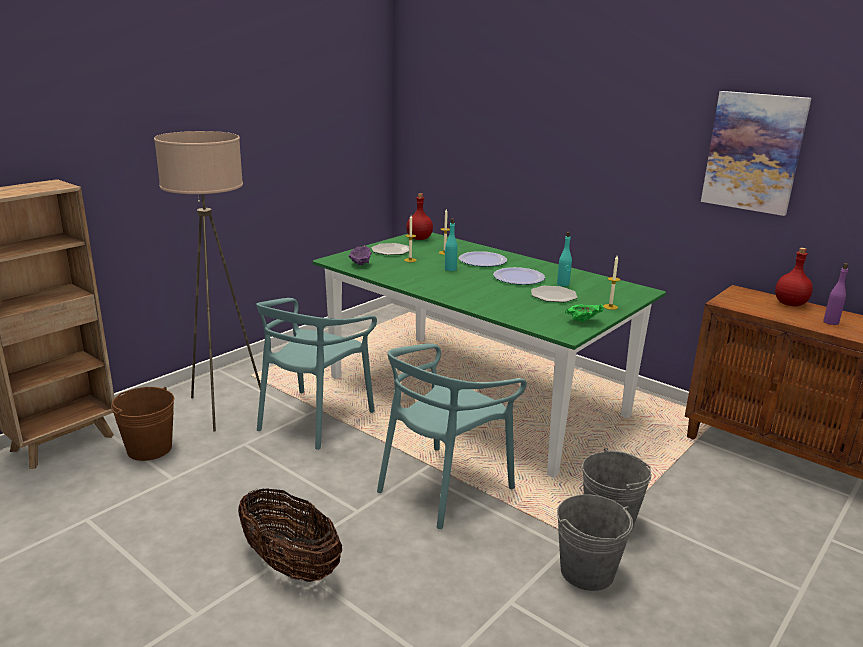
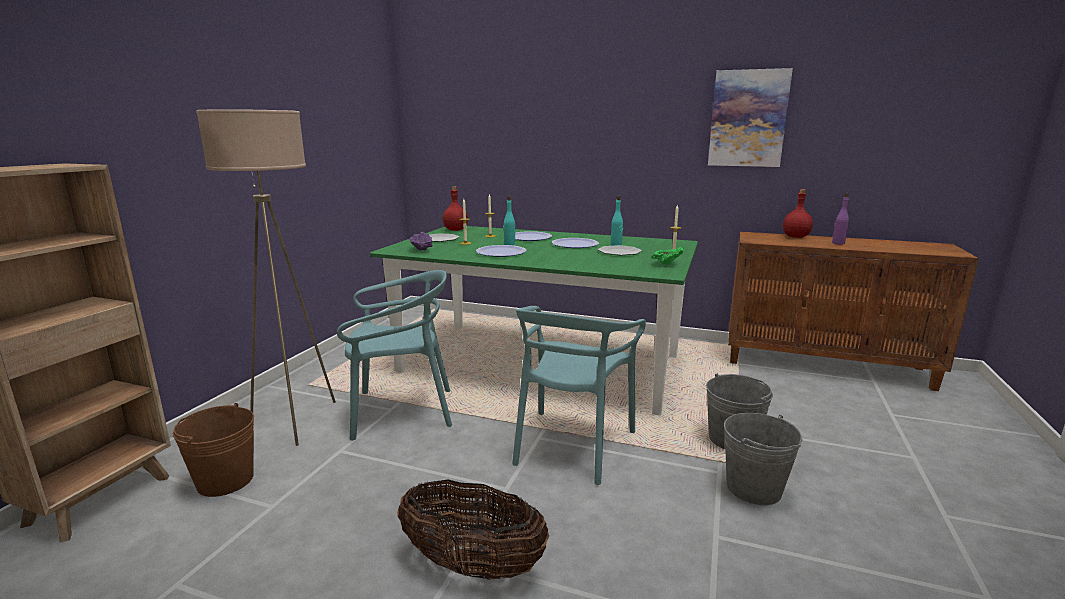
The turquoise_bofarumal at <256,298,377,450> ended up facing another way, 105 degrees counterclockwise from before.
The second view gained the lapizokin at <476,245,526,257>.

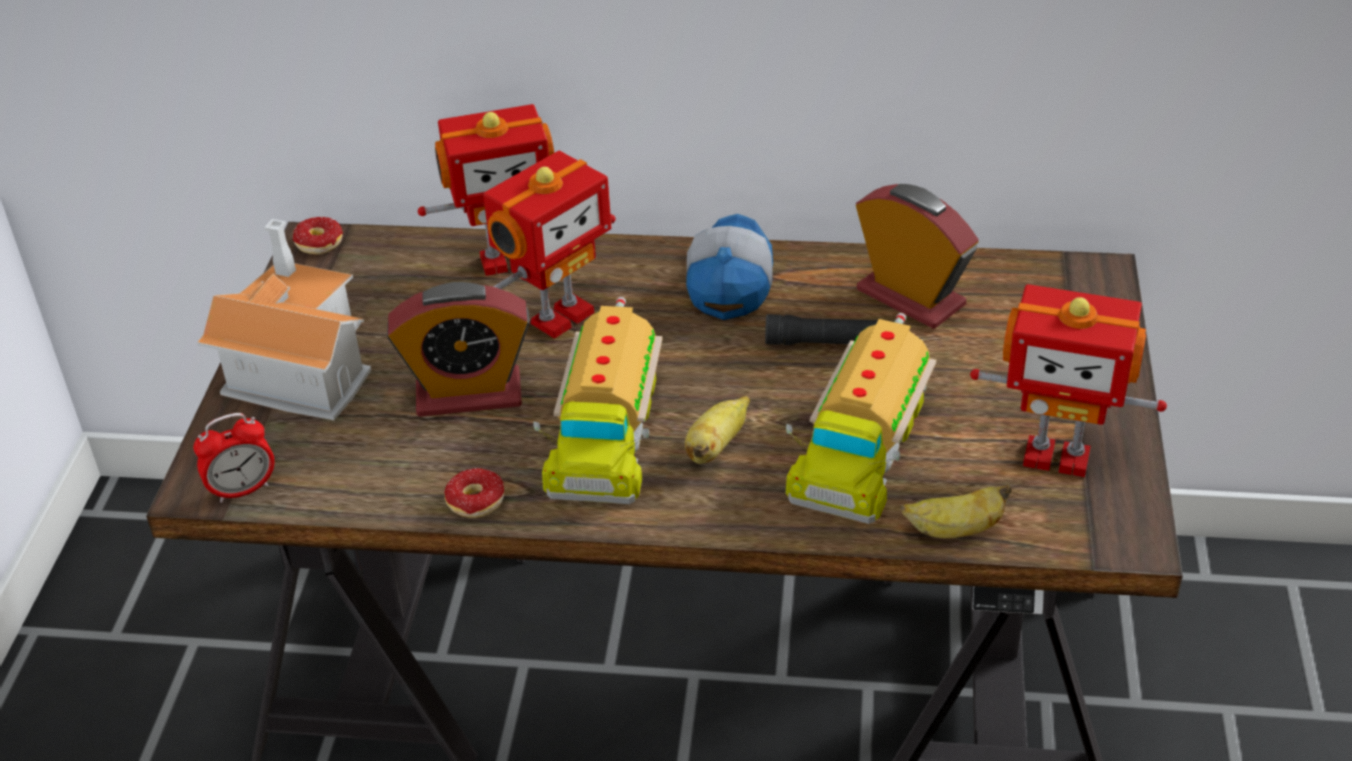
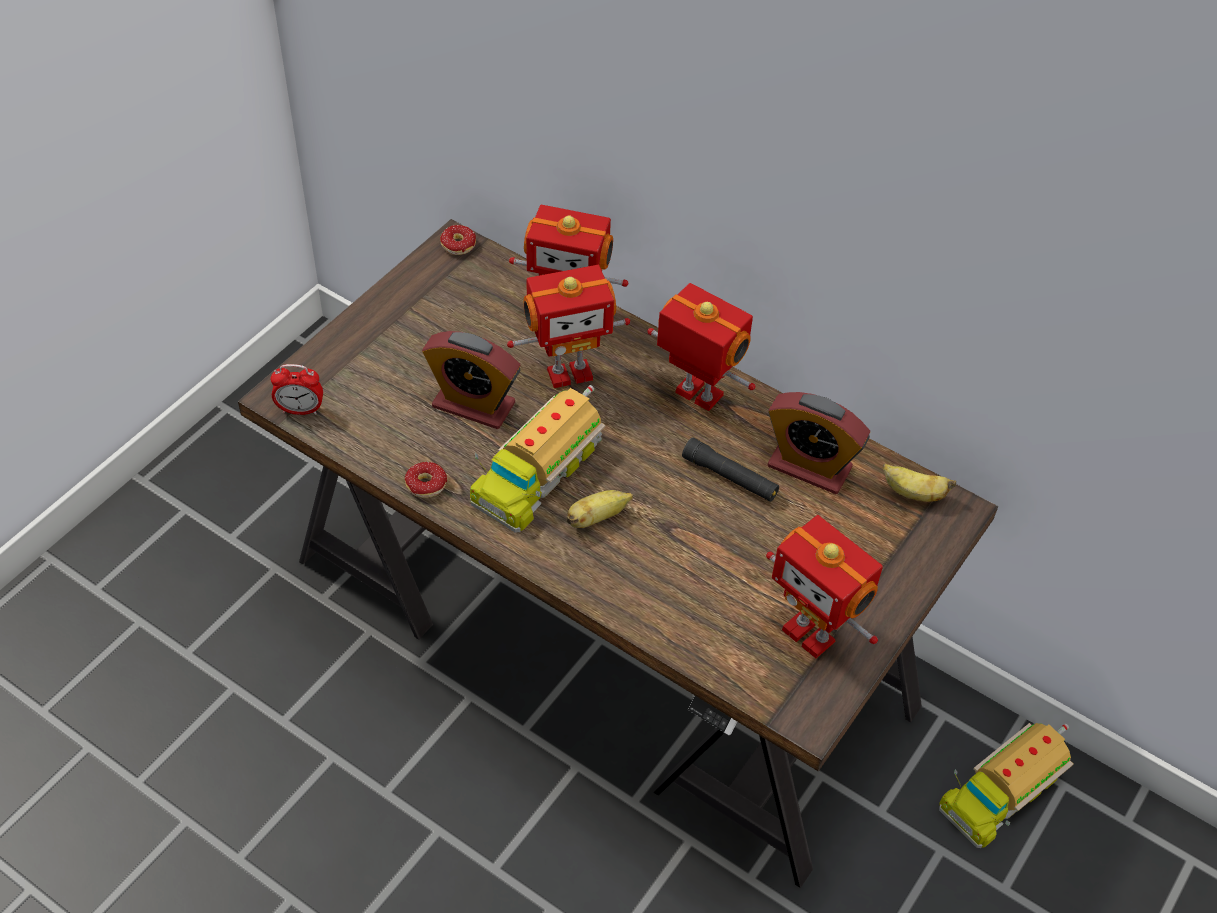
The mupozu at <856,184,979,329> ended up facing another way, 135 degrees clockwise from before.
Where the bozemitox stood at <686,214,773,320>, the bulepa came to stand at <647,283,756,411>.
The second view lost the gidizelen at <197,219,372,420>.
The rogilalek ended up elsewhere, having gone from <786,313,937,524> to <939,723,1073,848>.
The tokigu ended up elsewhere, having gone from <901,484,1011,538> to <883,464,956,502>.

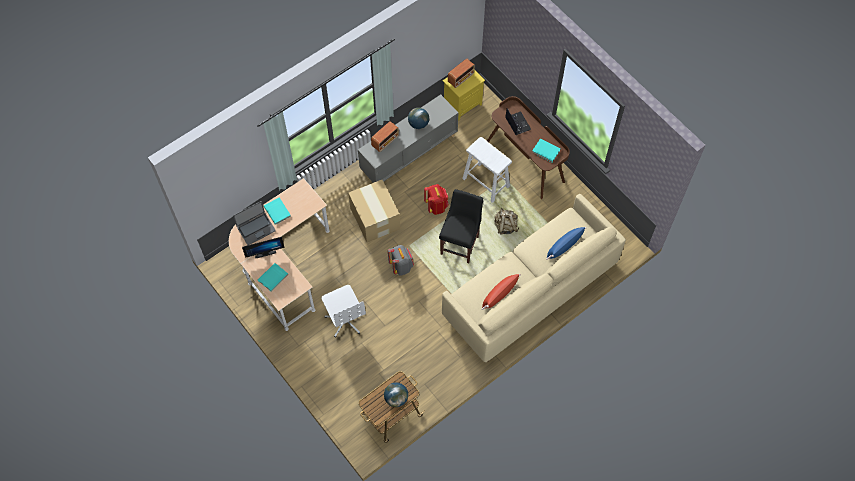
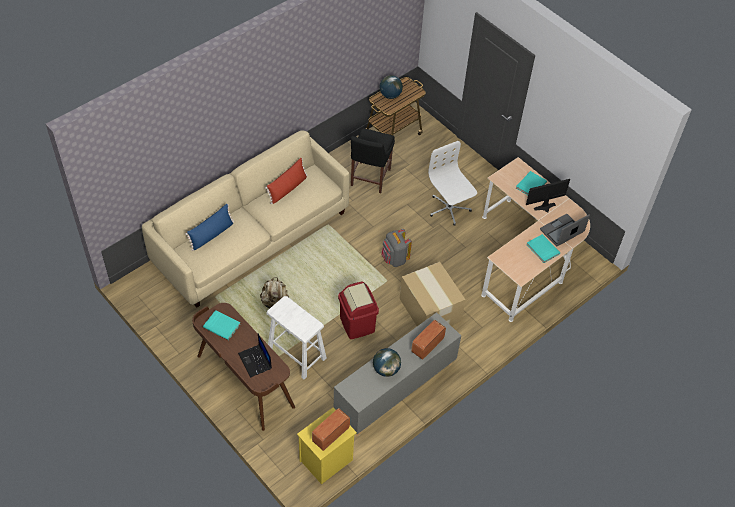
Where the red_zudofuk stood at <424,184,449,215>, the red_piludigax came to stand at <338,281,379,339>.
The black_bofarumal ended up elsewhere, having gone from <439,189,483,263> to <351,128,395,193>.

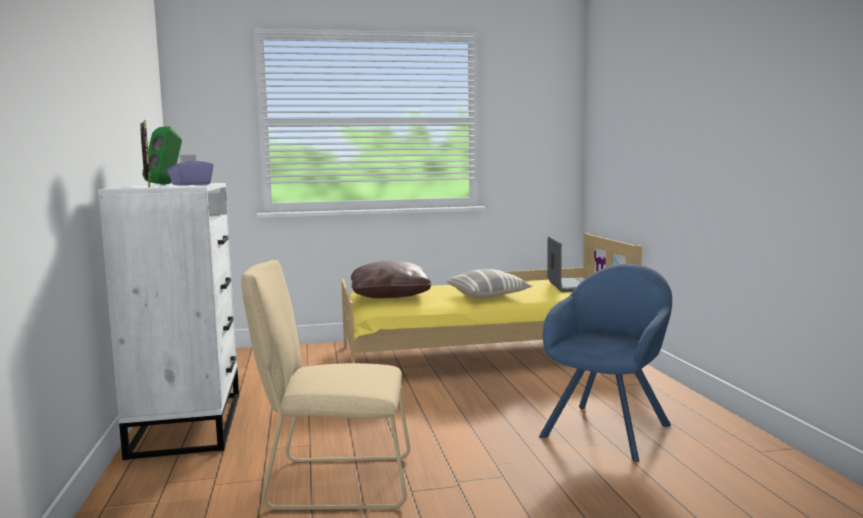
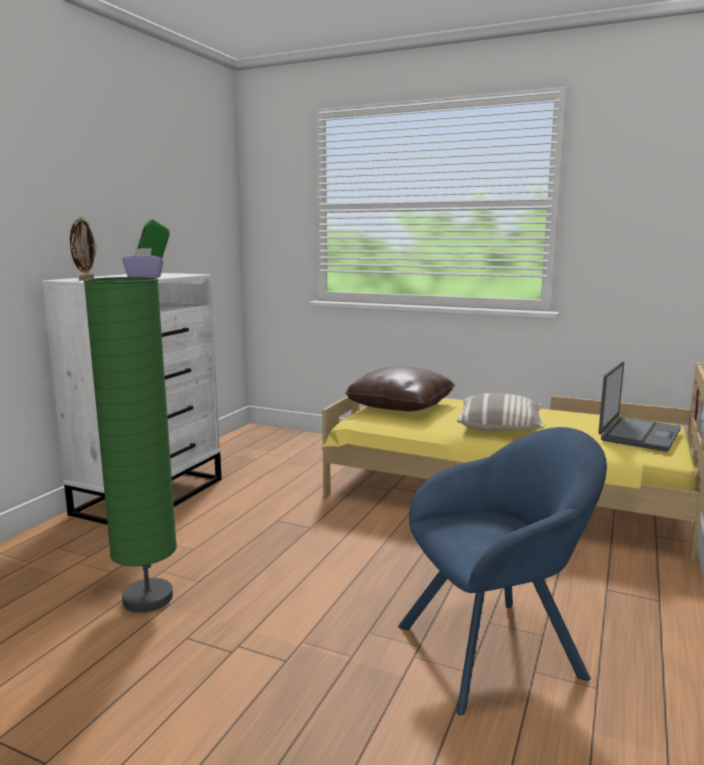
Where the beige_bofarumal stood at <241,260,410,510>, the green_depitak came to stand at <84,277,177,613>.

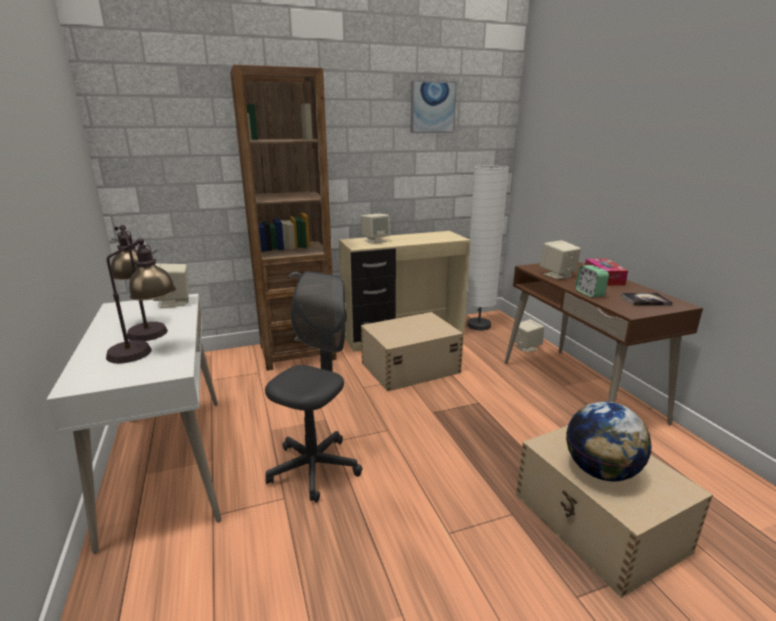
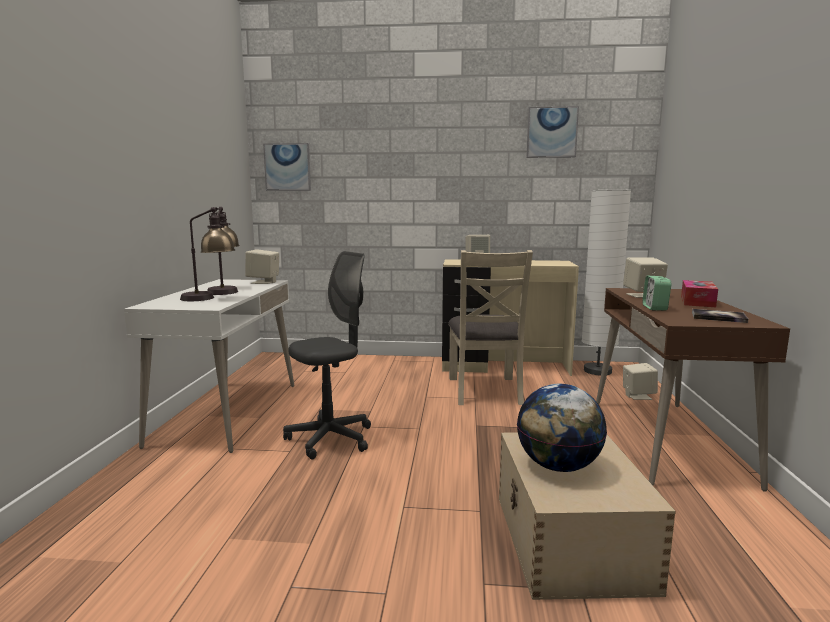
The second view lost the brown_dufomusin at <230,65,336,371>.
Where the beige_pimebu stood at <361,312,464,392>, the beige_bofarumal came to stand at <448,250,533,405>.
The second view gained the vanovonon at <263,143,311,191>.

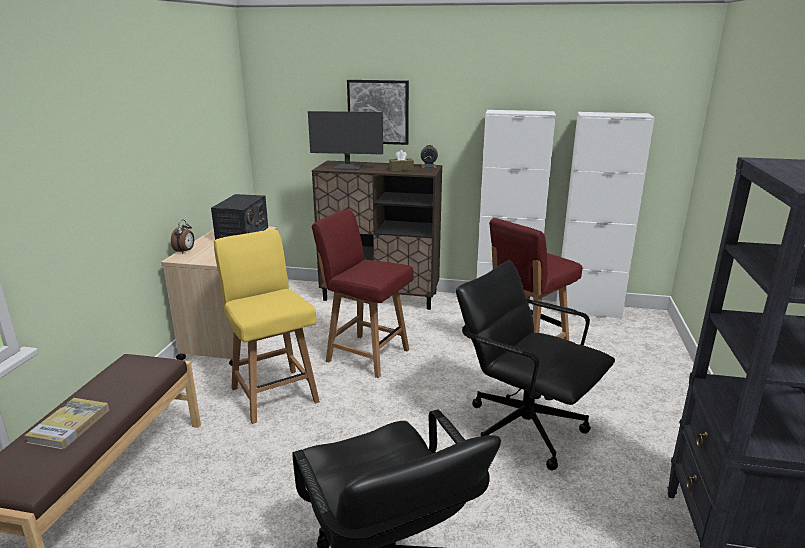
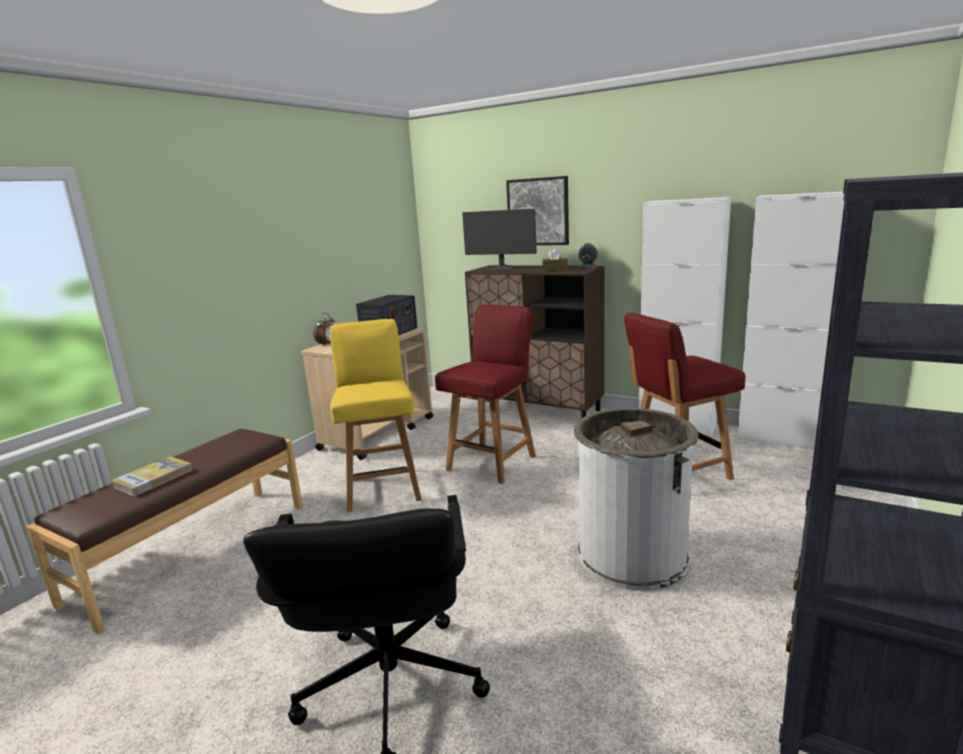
The red_bofarumal at <312,209,414,378> ended up facing another way, 75 degrees clockwise from before.
Where the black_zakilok stood at <456,260,615,470>, the white_piludigax came to stand at <574,408,698,591>.

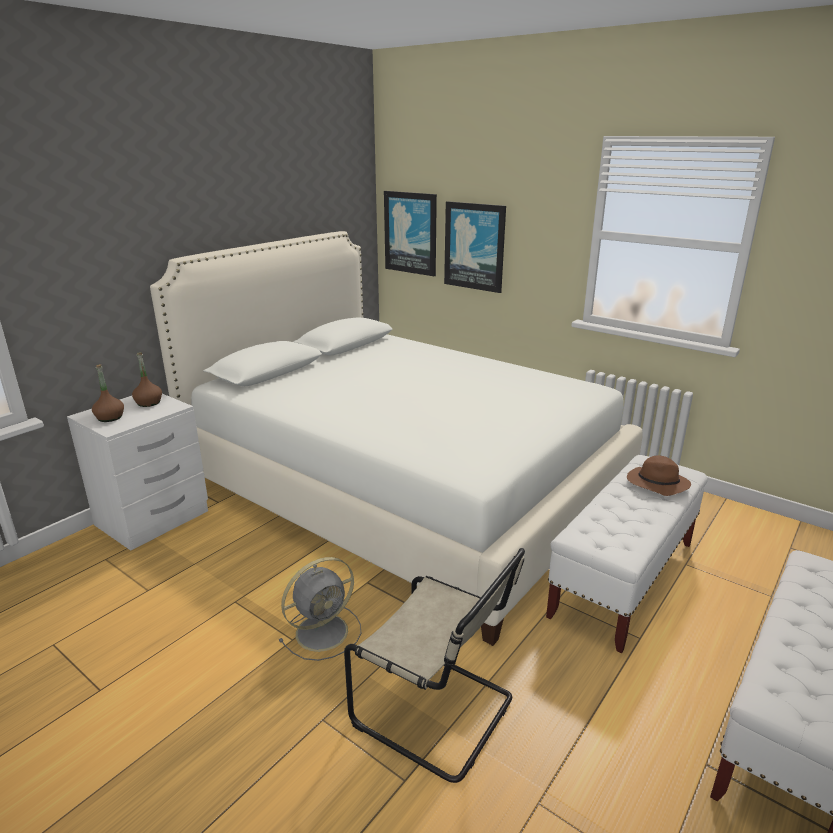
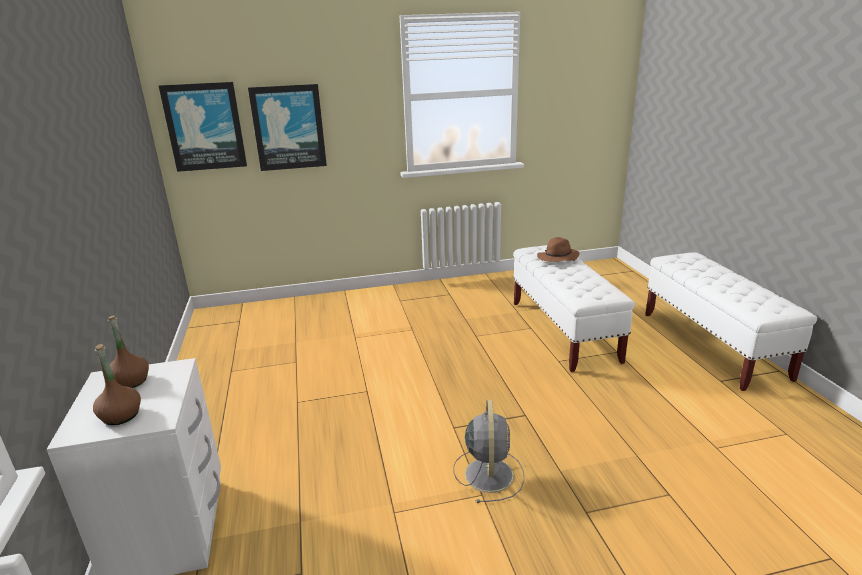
The second view lost the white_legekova at <150,231,643,646>.
The second view lost the beige_bofarumal at <344,548,525,783>.

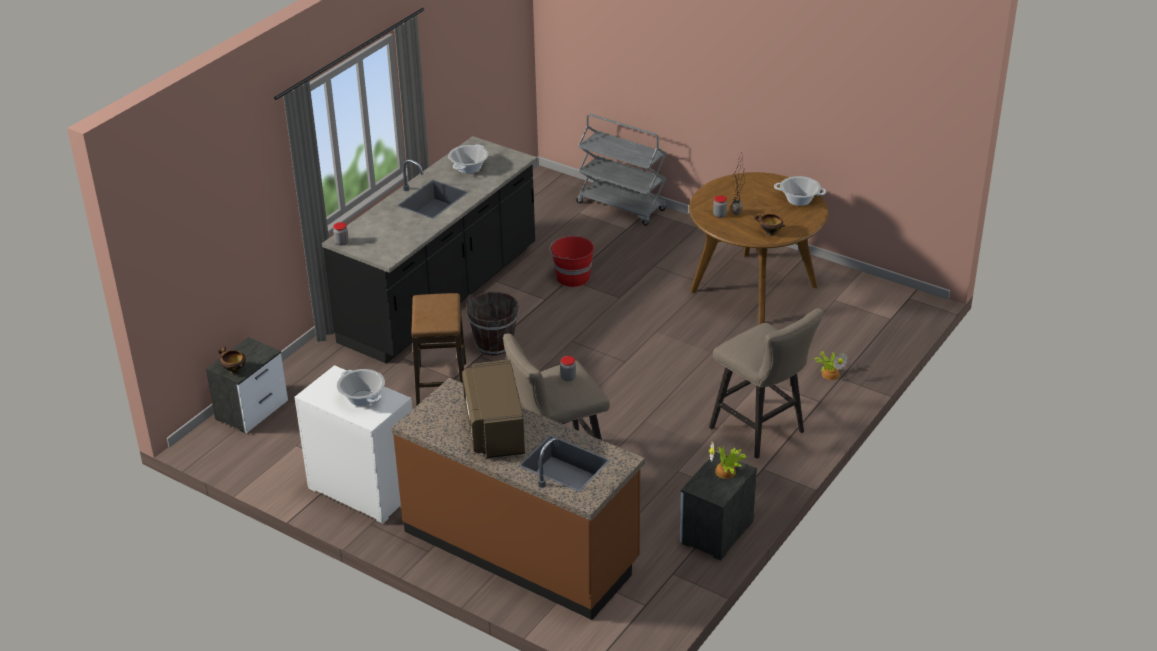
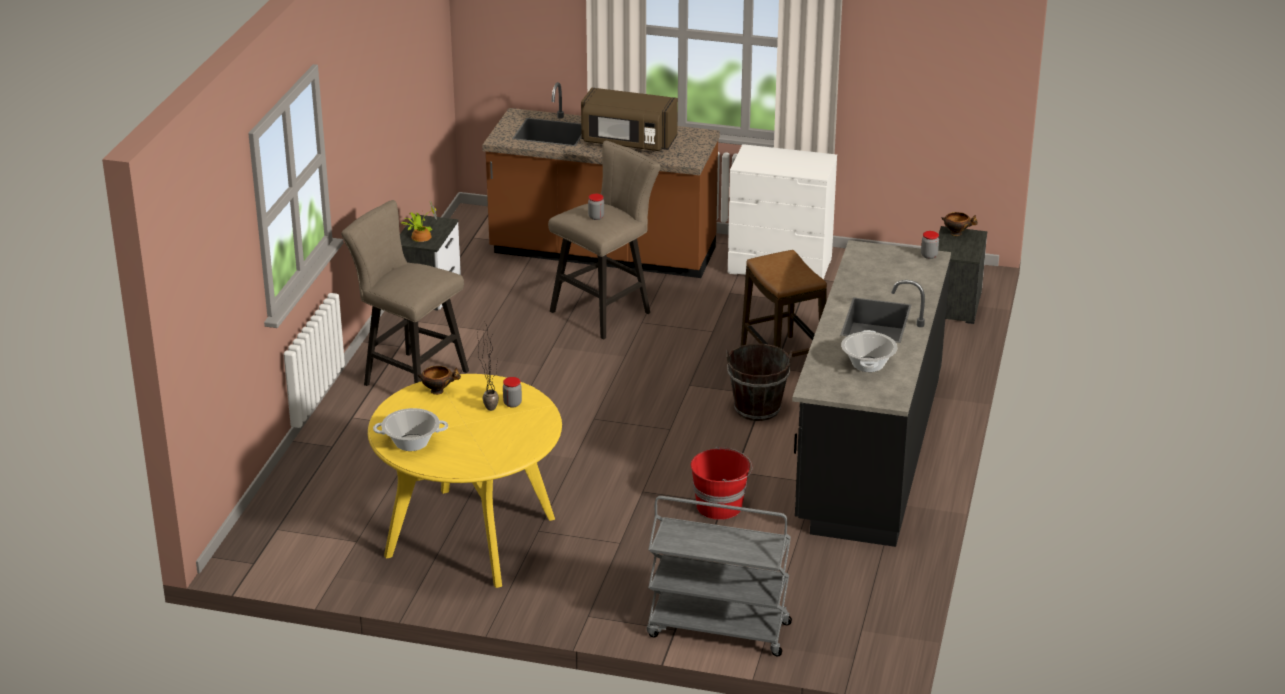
What was the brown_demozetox at <689,172,828,325> turned into the yellow_demozetox at <368,374,562,588>.
The second view lost the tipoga at <813,351,848,380>.
The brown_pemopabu at <462,359,525,458> ended up facing another way, 135 degrees clockwise from before.
The second view lost the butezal at <337,369,385,406>.

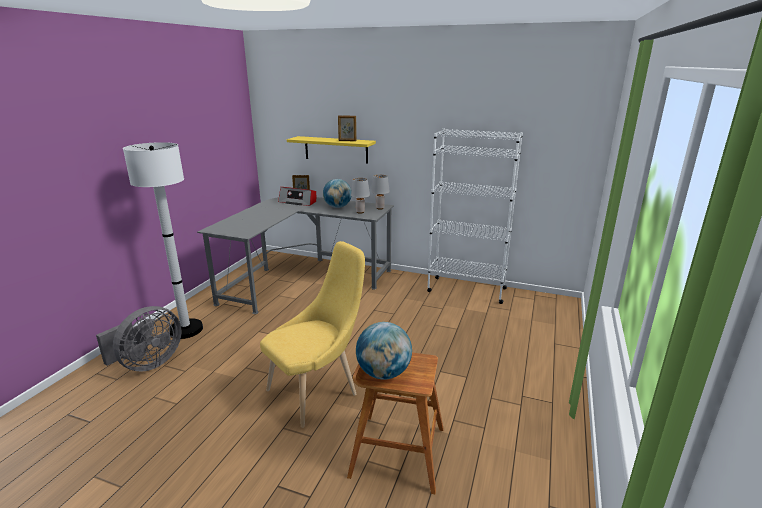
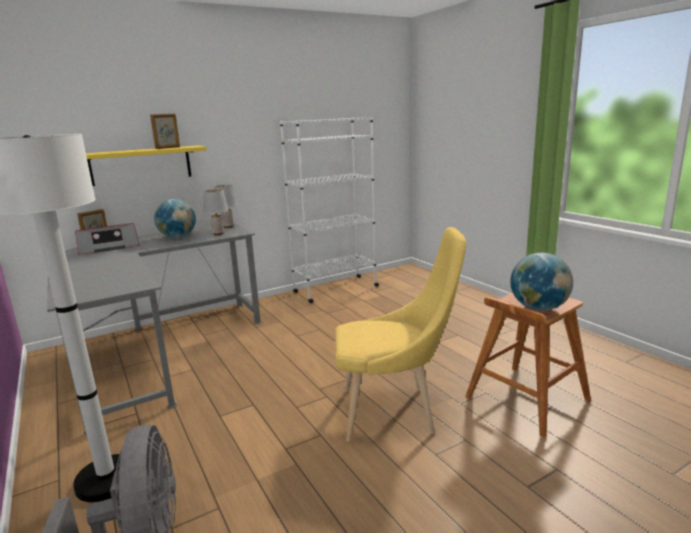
The yellow_bofarumal at <260,241,365,428> ended up facing another way, 90 degrees clockwise from before.

